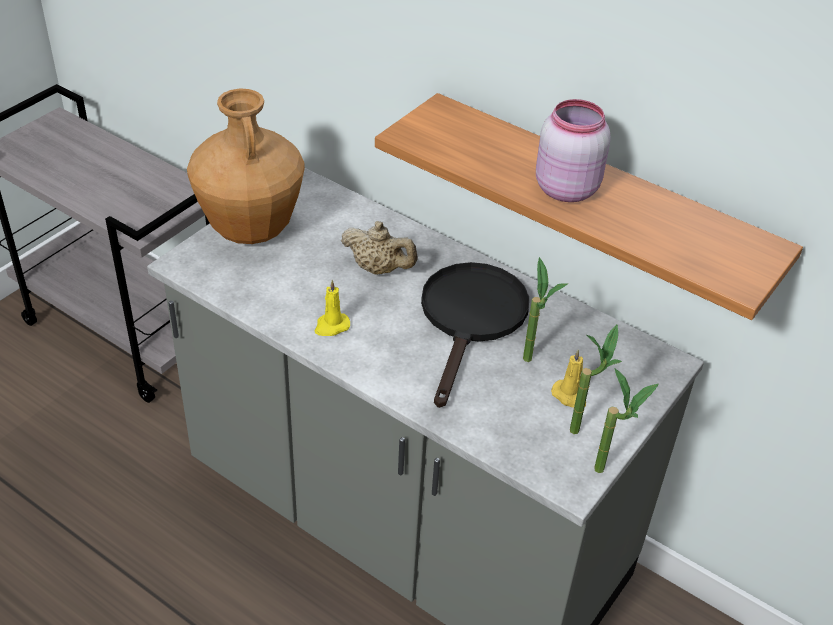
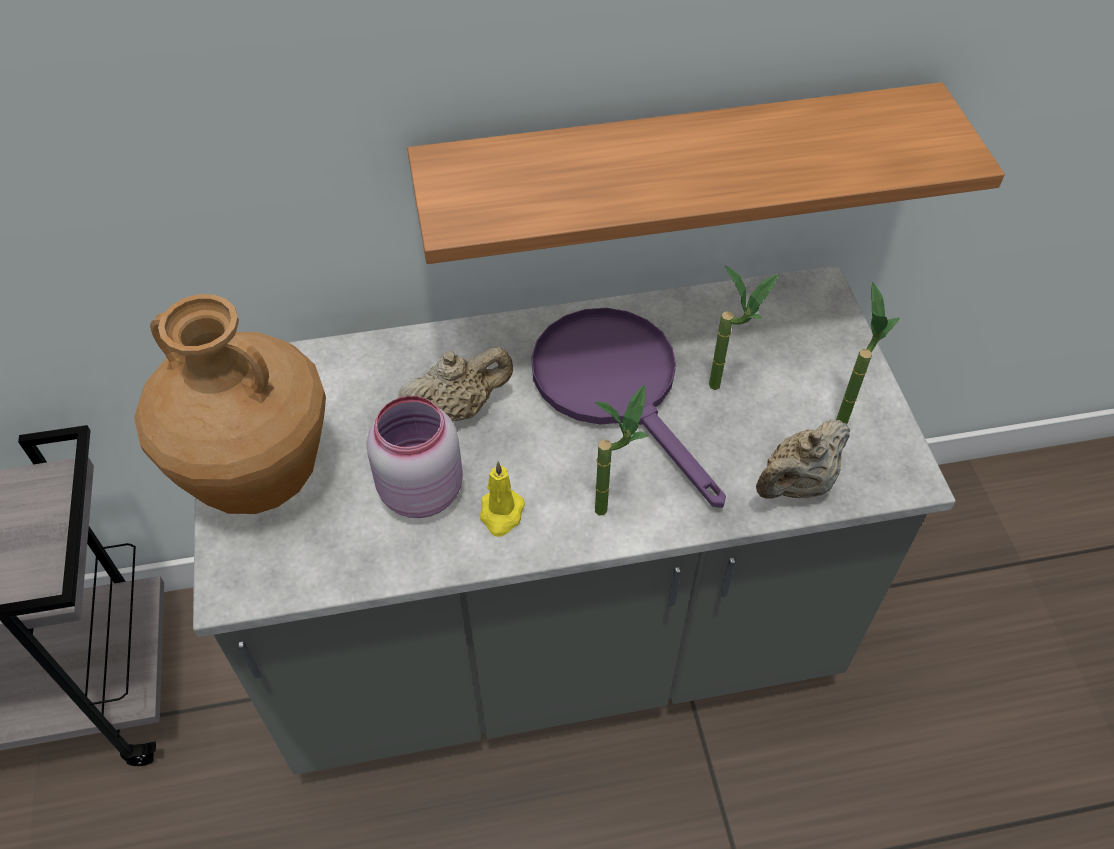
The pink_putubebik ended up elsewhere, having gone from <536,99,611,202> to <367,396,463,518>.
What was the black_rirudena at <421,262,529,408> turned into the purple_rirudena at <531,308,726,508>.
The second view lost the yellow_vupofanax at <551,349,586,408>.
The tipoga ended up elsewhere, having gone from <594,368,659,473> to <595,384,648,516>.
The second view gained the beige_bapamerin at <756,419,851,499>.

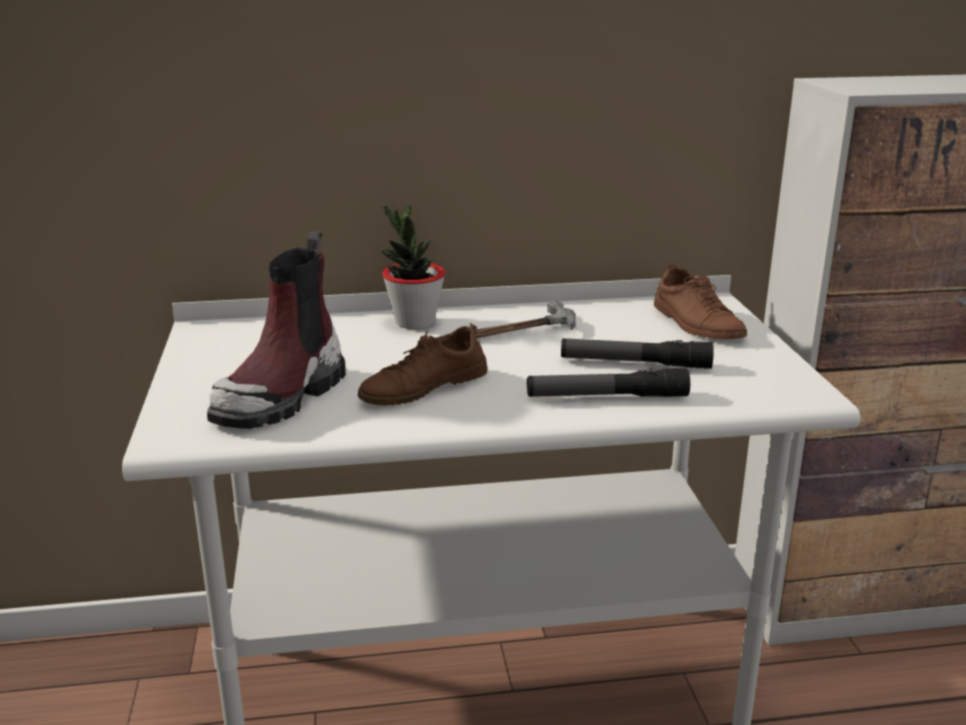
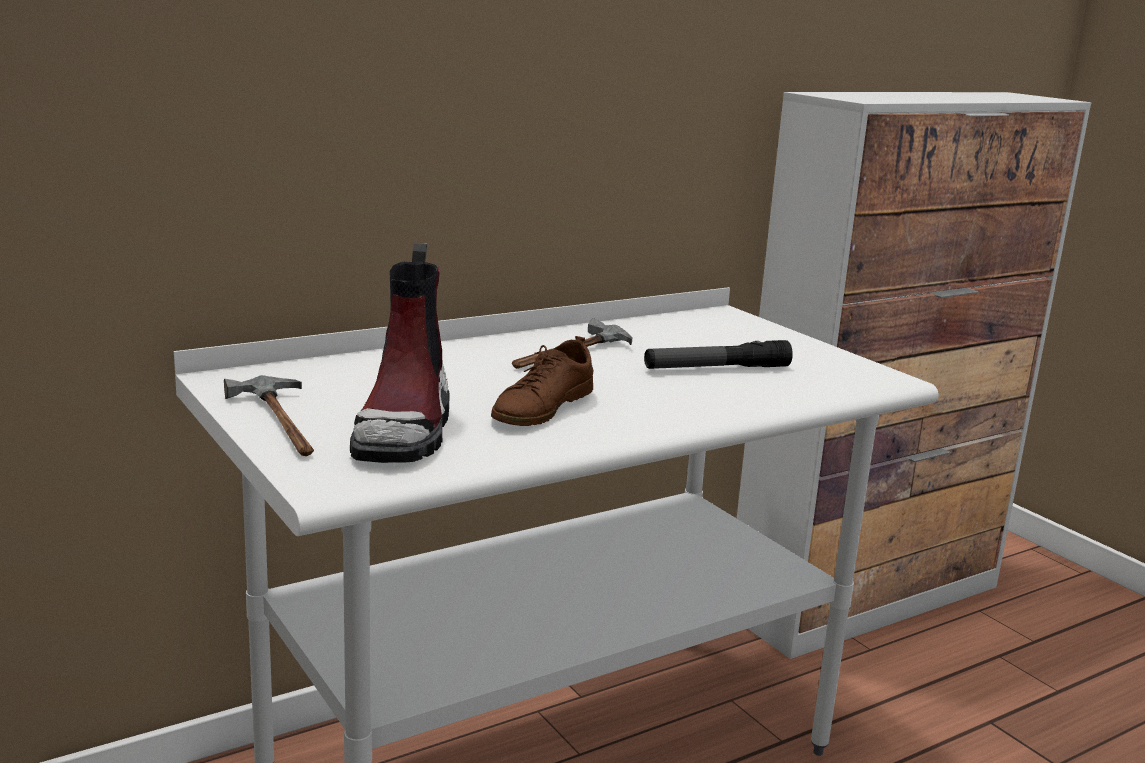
The second view lost the tipoga at <381,203,445,329>.
The second view lost the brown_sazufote at <654,264,747,339>.
The second view lost the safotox at <527,368,690,397>.
The second view gained the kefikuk at <224,375,314,456>.

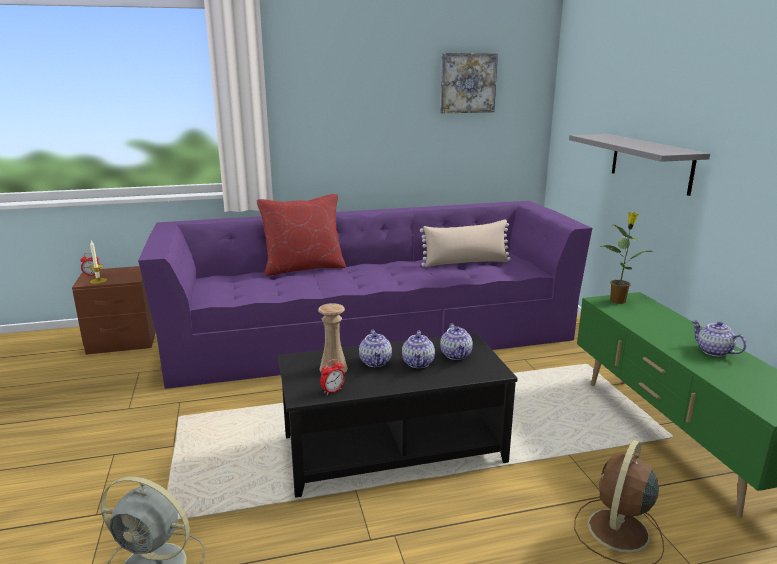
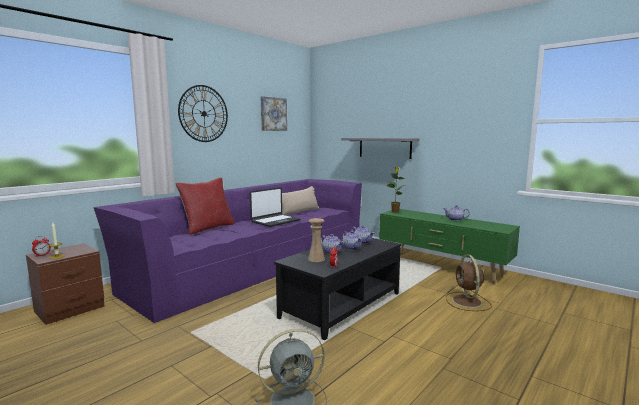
The second view gained the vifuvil at <178,85,228,142>.
The second view gained the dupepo at <250,187,300,227>.

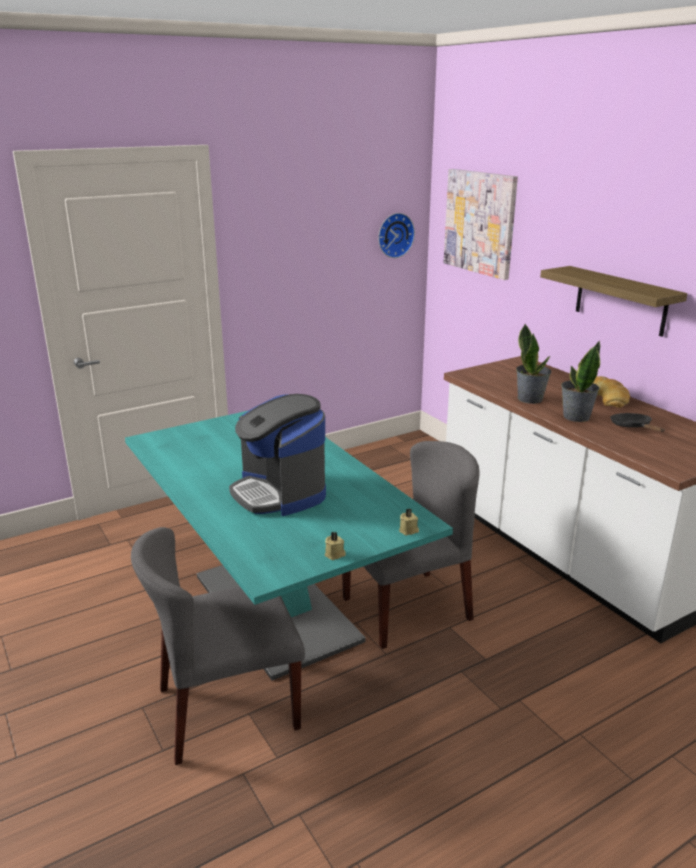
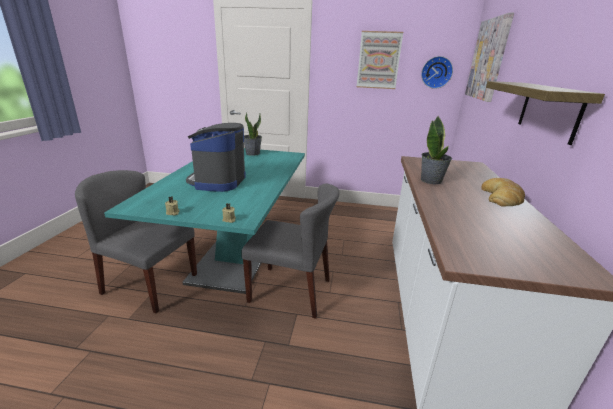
The tipoga ended up elsewhere, having gone from <561,341,600,422> to <244,112,262,156>.
The second view lost the black_rirudena at <610,413,665,432>.
The second view gained the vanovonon at <357,31,403,89>.

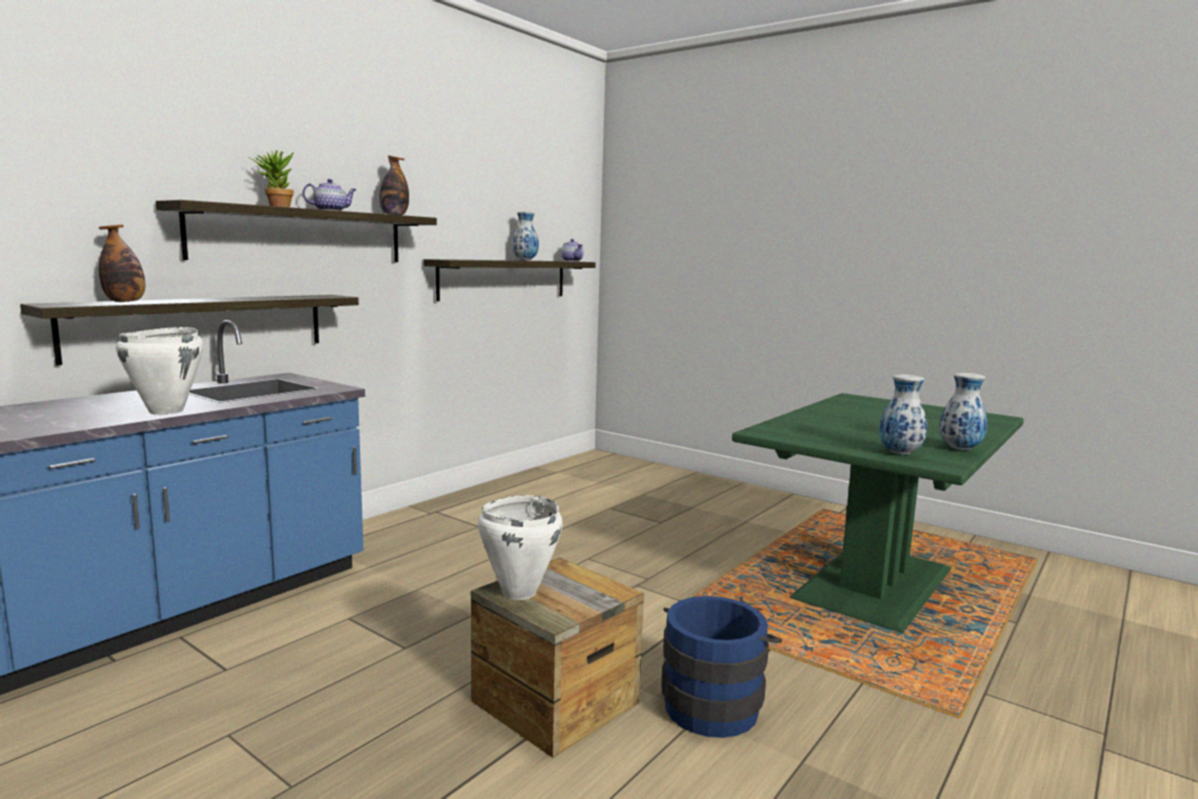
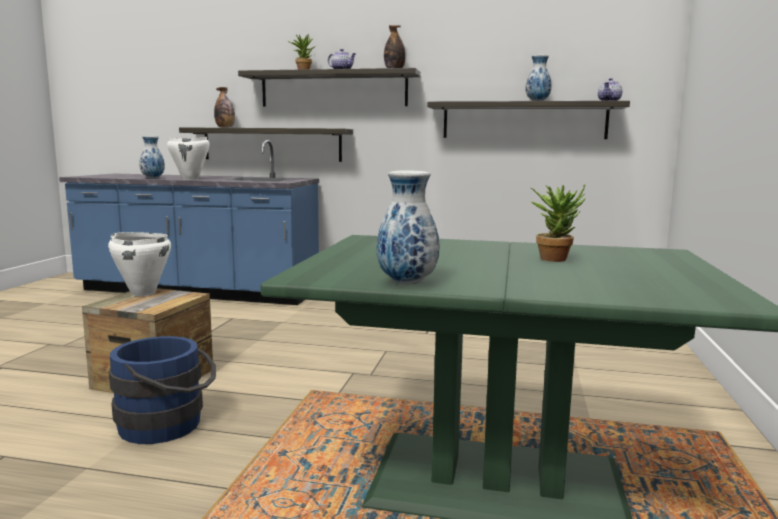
The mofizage ended up elsewhere, having gone from <879,374,927,454> to <139,136,165,178>.
The second view gained the tipoga at <530,185,585,262>.

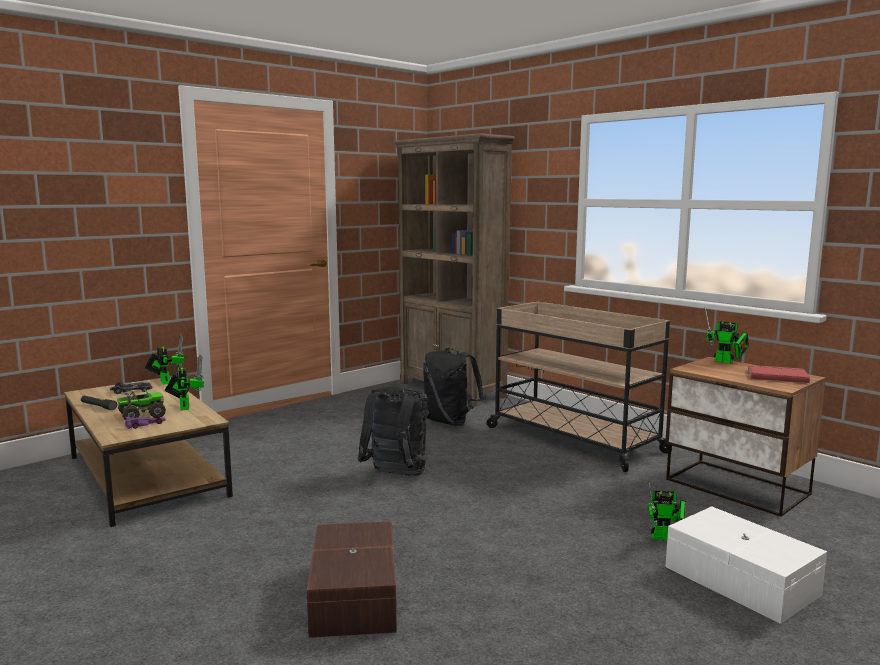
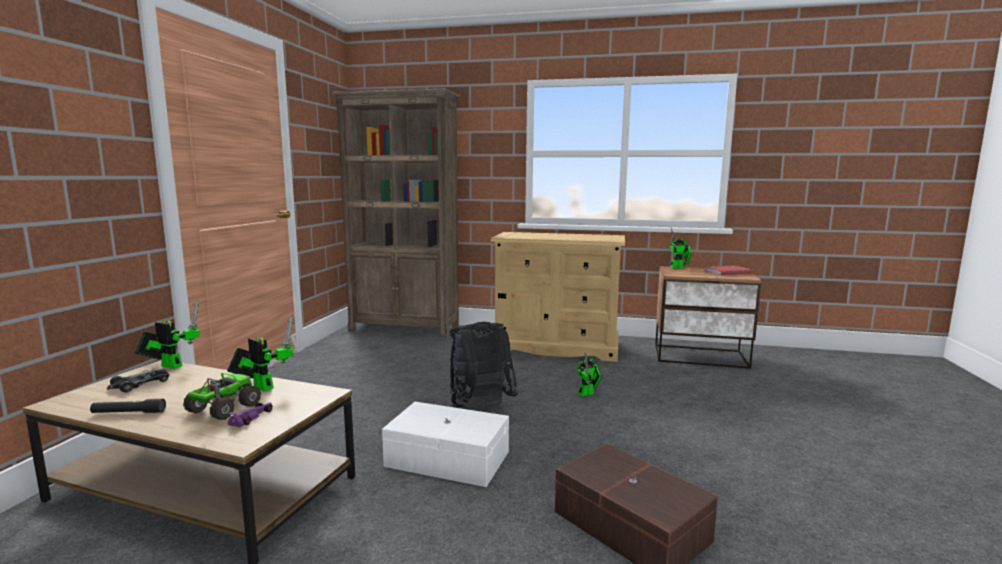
Where the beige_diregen stood at <487,302,672,472>, the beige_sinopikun came to stand at <491,232,625,362>.
The second view lost the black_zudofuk at <423,348,484,426>.
The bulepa ended up elsewhere, having gone from <648,482,686,540> to <577,353,602,397>.
The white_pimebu ended up elsewhere, having gone from <665,506,827,624> to <382,402,509,487>.

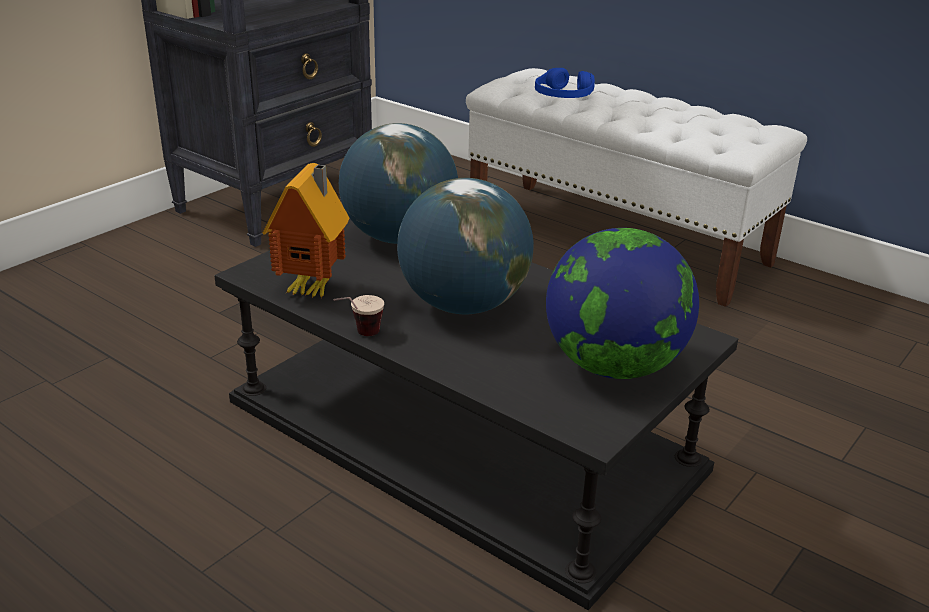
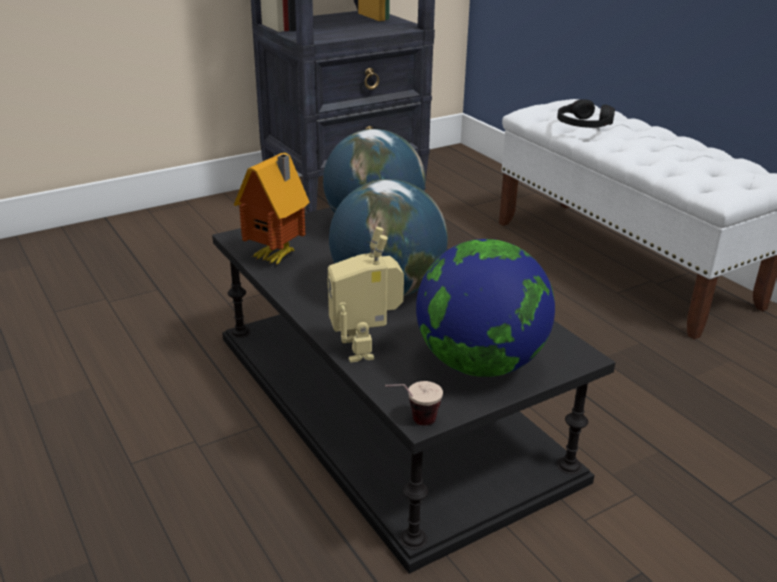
What was the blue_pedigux at <535,68,595,98> turned into the black_pedigux at <557,99,615,128>.
The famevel ended up elsewhere, having gone from <333,295,384,336> to <385,381,443,426>.
The second view gained the bulepa at <327,227,404,363>.

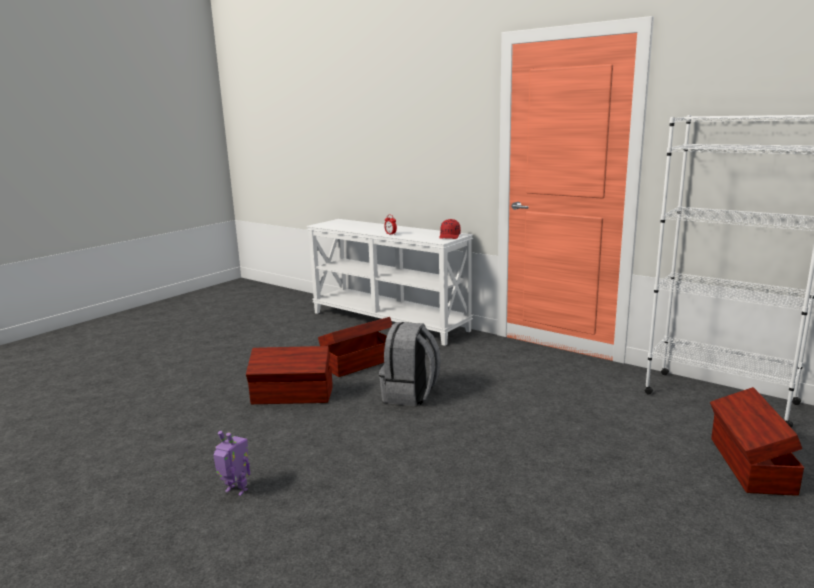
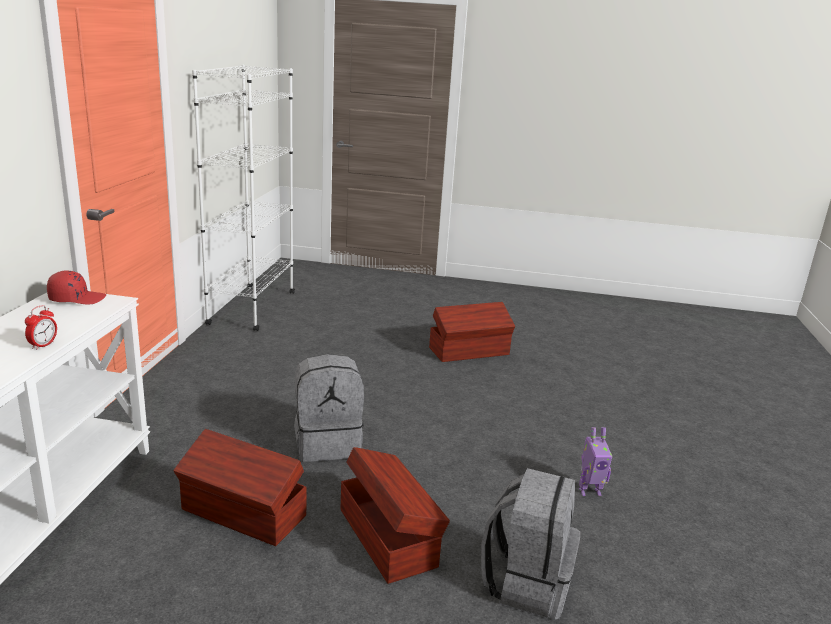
The brown_pimebu ended up elsewhere, having gone from <710,387,804,496> to <429,302,515,362>.
The bulepa at <213,431,250,496> ended up facing another way, 90 degrees counterclockwise from before.
The second view gained the grey_zudofuk at <481,468,580,620>.

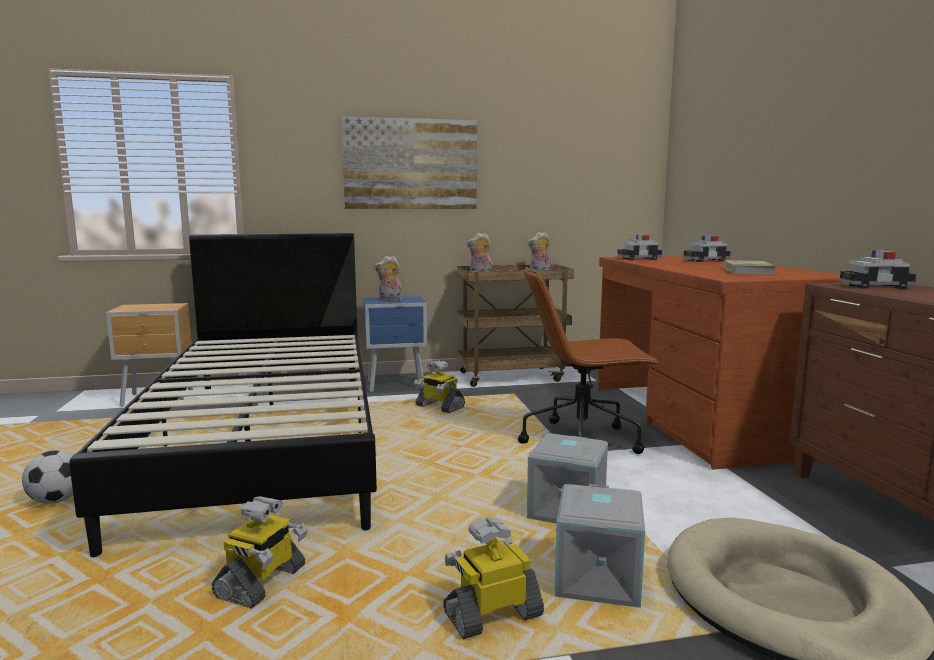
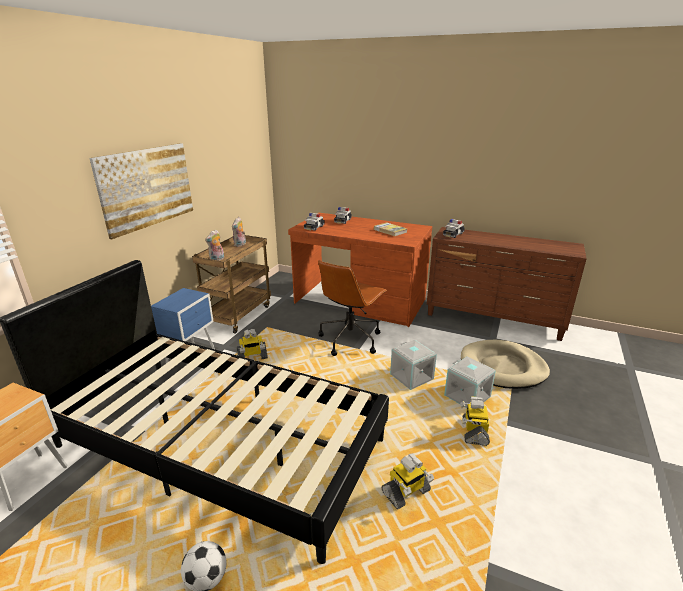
The second view lost the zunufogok at <374,256,402,301>.
The bulepa at <212,496,308,609> ended up facing another way, 90 degrees clockwise from before.

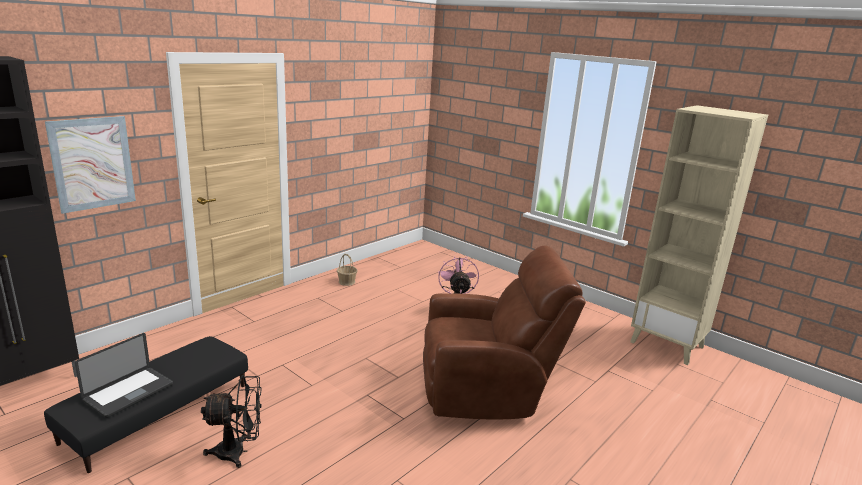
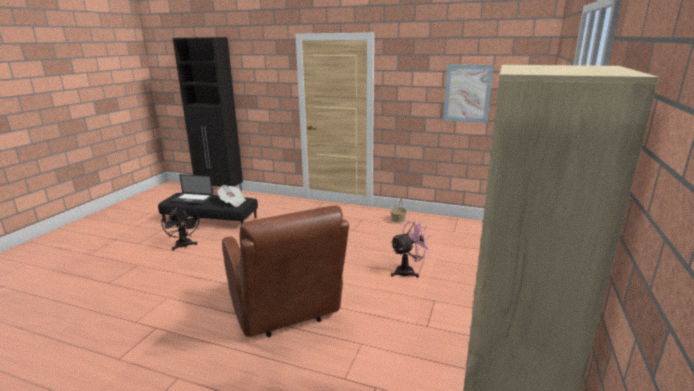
The vanovonon ended up elsewhere, having gone from <45,116,136,214> to <443,64,494,123>.
The second view gained the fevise at <217,185,246,207>.

